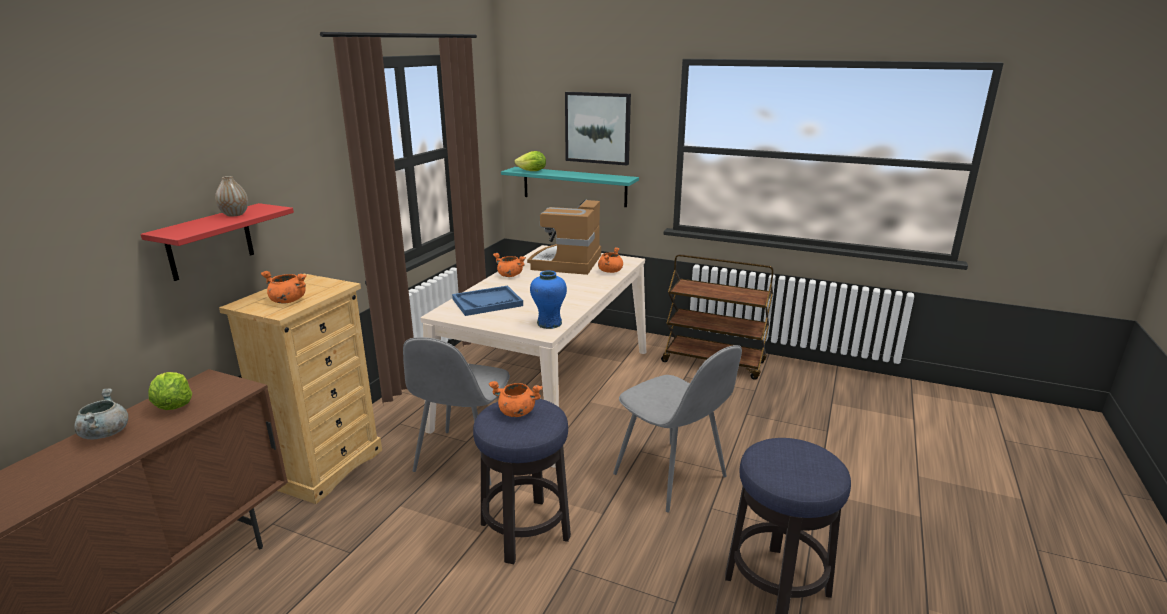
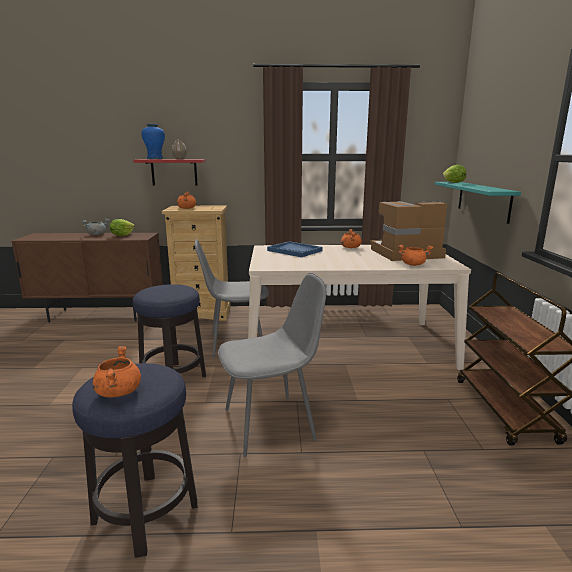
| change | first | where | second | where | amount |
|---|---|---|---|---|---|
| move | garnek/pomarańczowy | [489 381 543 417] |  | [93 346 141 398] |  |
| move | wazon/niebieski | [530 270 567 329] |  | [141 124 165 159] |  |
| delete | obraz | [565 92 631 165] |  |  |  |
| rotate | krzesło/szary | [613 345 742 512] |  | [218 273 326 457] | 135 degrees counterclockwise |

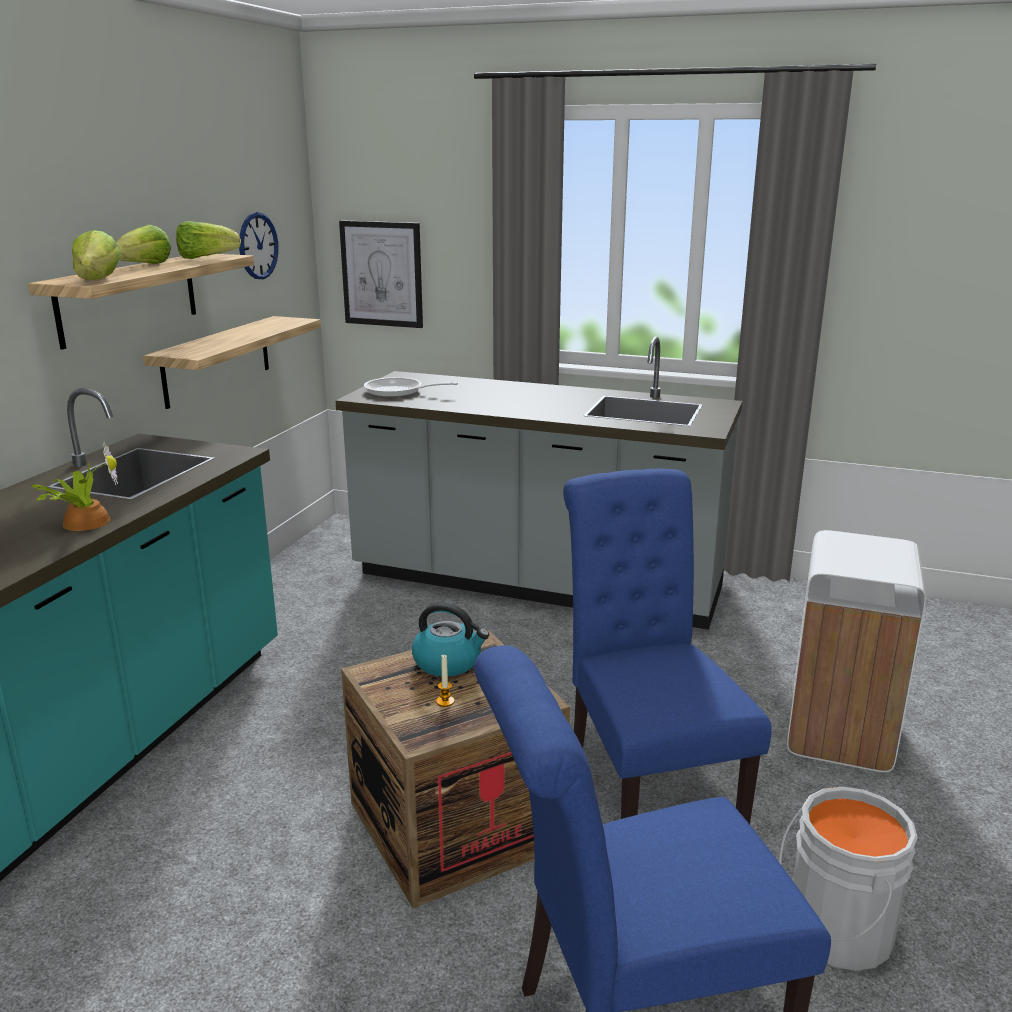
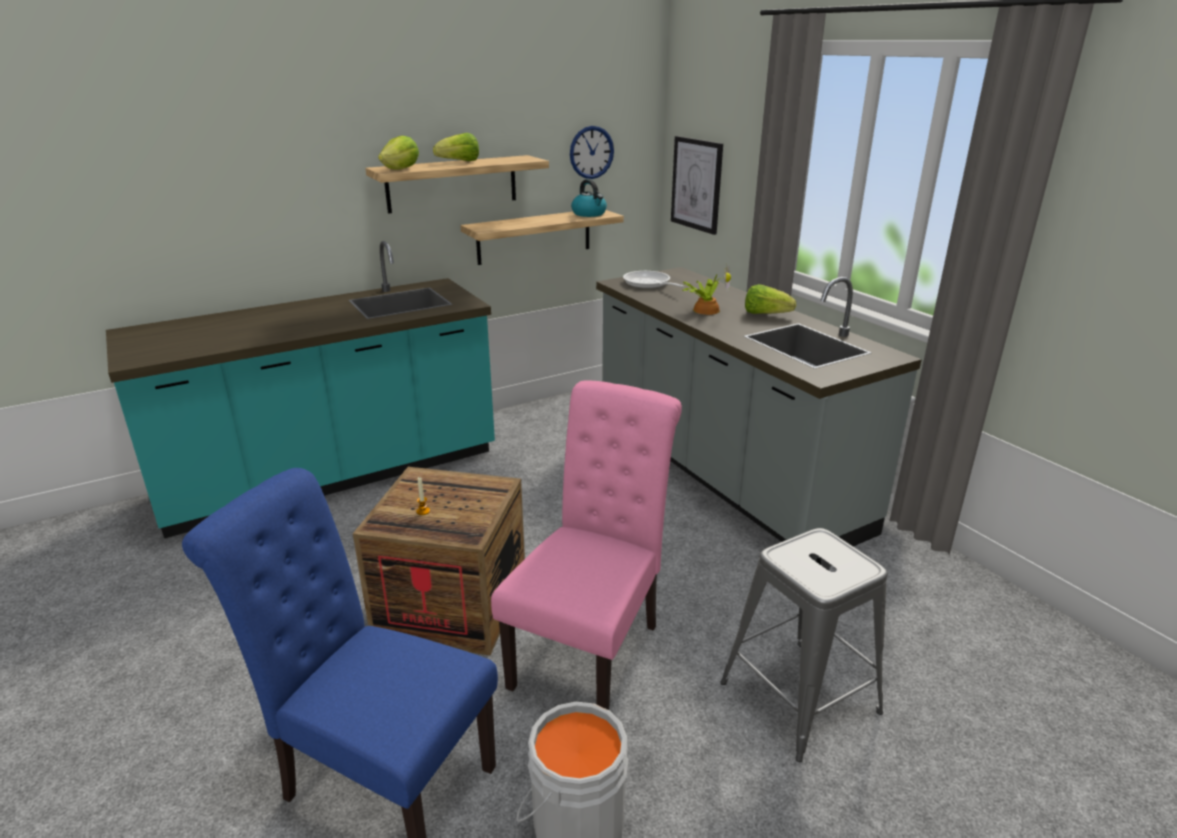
| change | first | where | second | where | amount |
|---|---|---|---|---|---|
| move | roślina doniczkowa | [32 441 118 531] |  | [682 263 731 315] |  |
| move | sałata | [176 221 241 259] |  | [745 284 796 314] |  |
| move | czajnik | [412 602 489 677] |  | [571 179 607 217] |  |
| recolor | krzesło/niebieski | [563 469 772 824] | krzesło/różowy | [491 380 682 710] |  |
| replace | kosz na śmieci/biały | [787 530 926 772] | stołek/szary | [720 528 887 762] |  |

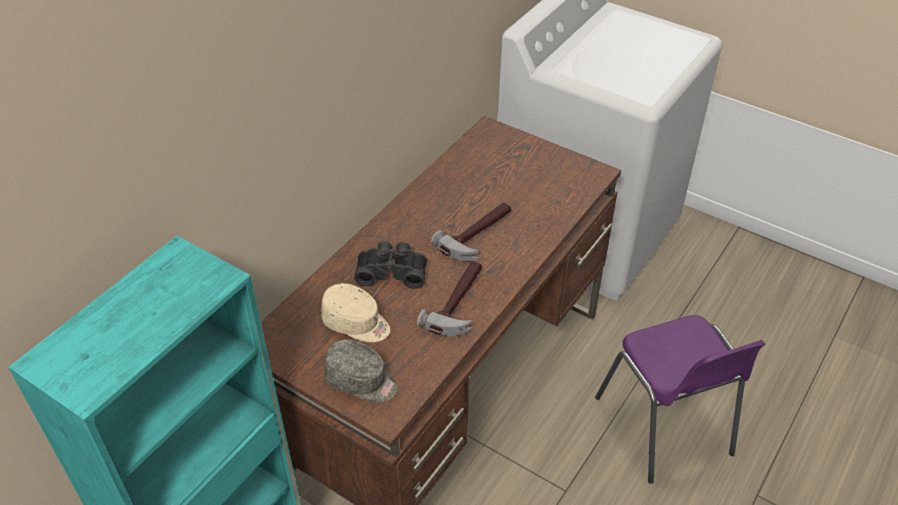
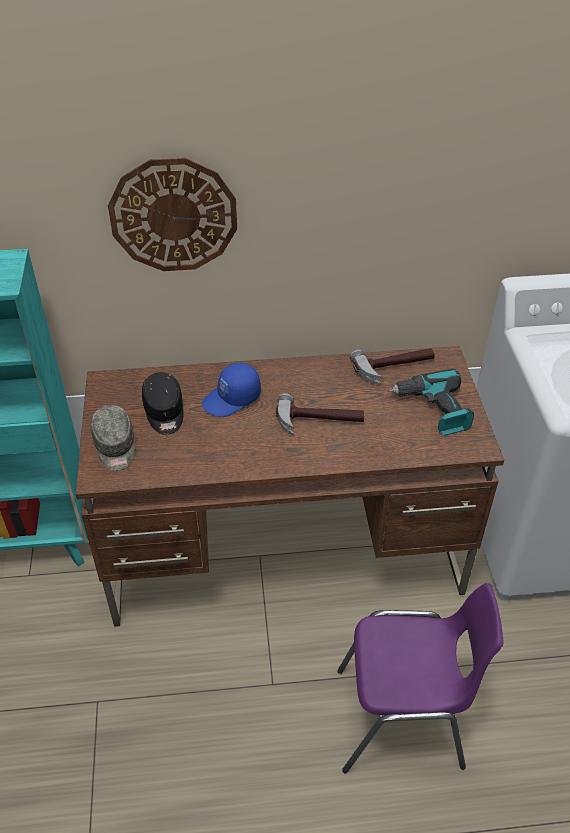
| change | first | where | second | where | amount |
|---|---|---|---|---|---|
| recolor | czapka z daszkiem/beżowy | [321 283 390 342] | czapka z daszkiem/czarny | [142 372 184 435] |  |
| replace | lornetka/czarny | [354 241 427 289] | czapka z daszkiem/niebieski | [202 363 261 417] |  |
| move | młotek | [417 261 482 336] |  | [350 348 435 385] |  |
| rotate | krzesło/fioletowy | [595 315 765 484] |  | [337 583 504 774] | 120 degrees counterclockwise |
| insert |  |  | zegar ścienny | [108 158 237 271] |  |
| insert |  |  | wiertarka | [389 369 474 436] |  |

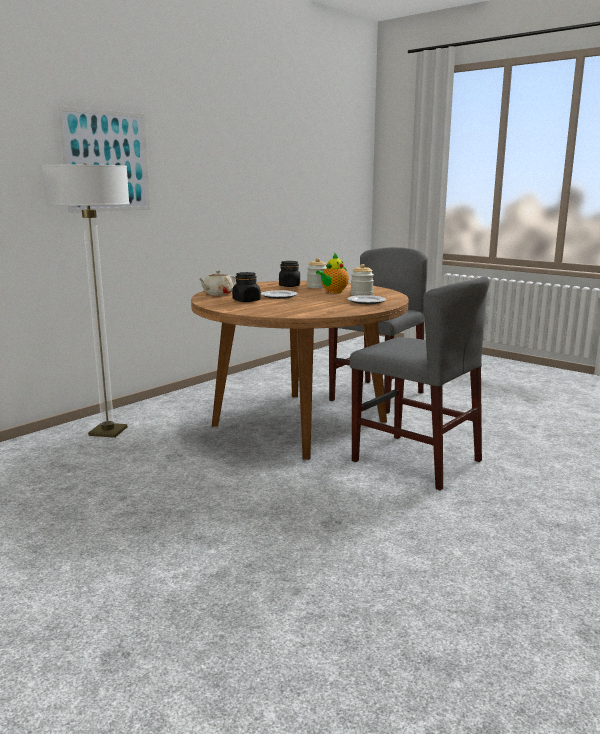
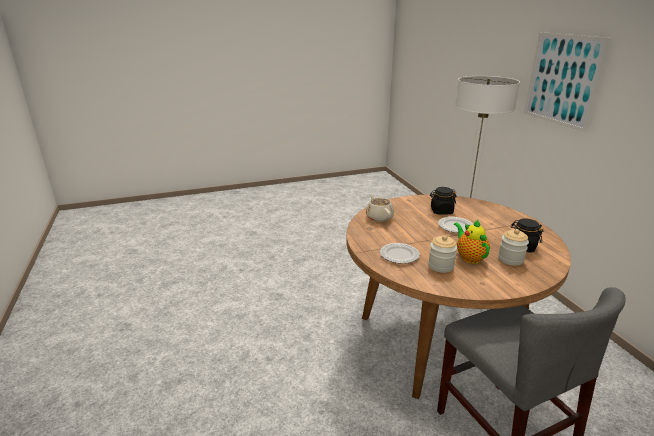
| change | first | where | second | where | amount |
|---|---|---|---|---|---|
| move | imbryk/beżowy | [198 270 235 295] |  | [366 193 394 222] |  |
| delete | krzesło/szary | [350 277 490 491] |  |  |  |

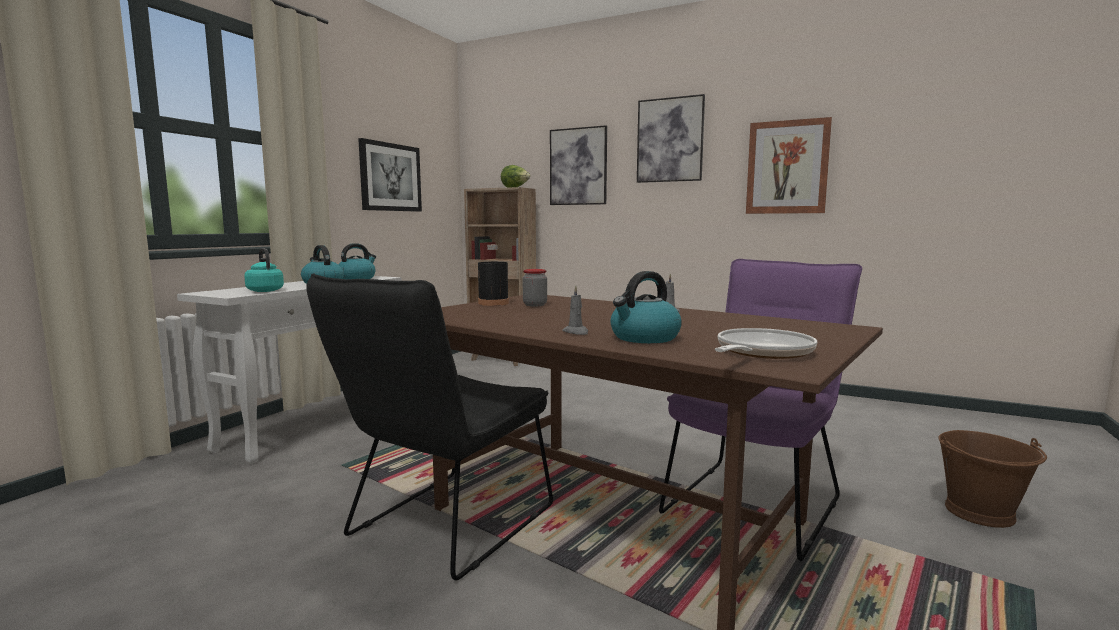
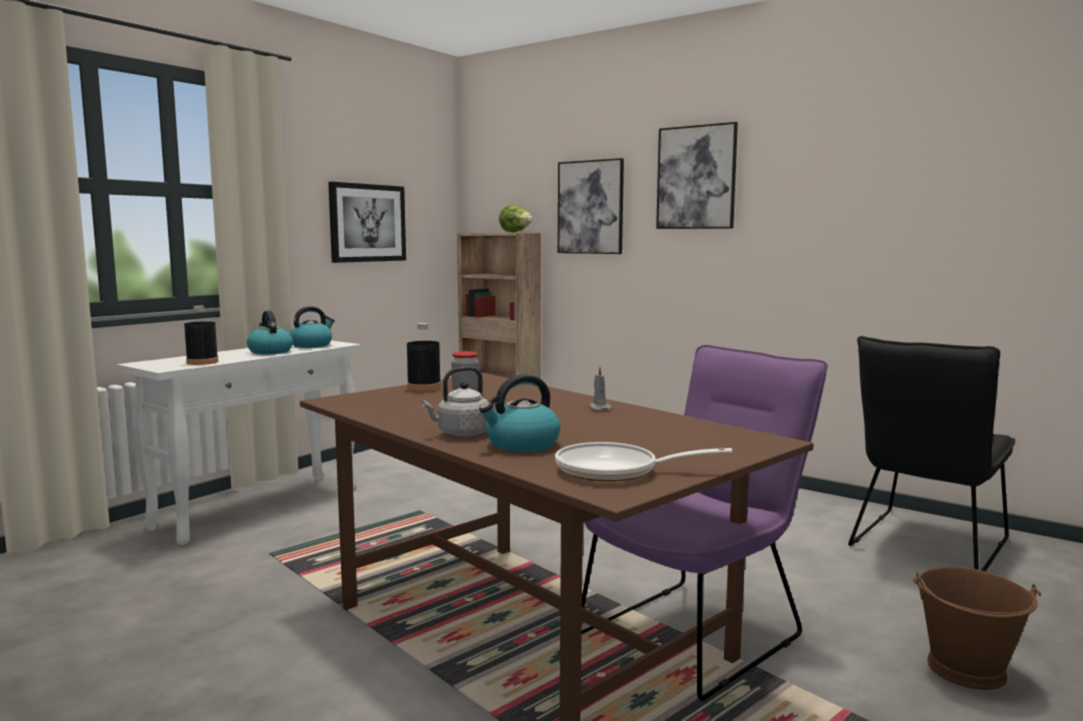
| change | first | where | second | where | amount |
|---|---|---|---|---|---|
| replace | czajnik/turkusowy | [244 248 284 292] | butelka/czarny | [184 306 219 365] |  |
| move | krzesło/czarny | [306 273 553 581] |  | [848 336 1015 572] |  |
| replace | świeca/szary | [562 286 588 335] | czajnik/szary | [421 367 488 437] |  |
| rotate | patelnia | [715 328 817 359] |  | [555 442 733 482] | 135 degrees counterclockwise |
| delete | obraz | [746 117 832 214] |  |  |  |

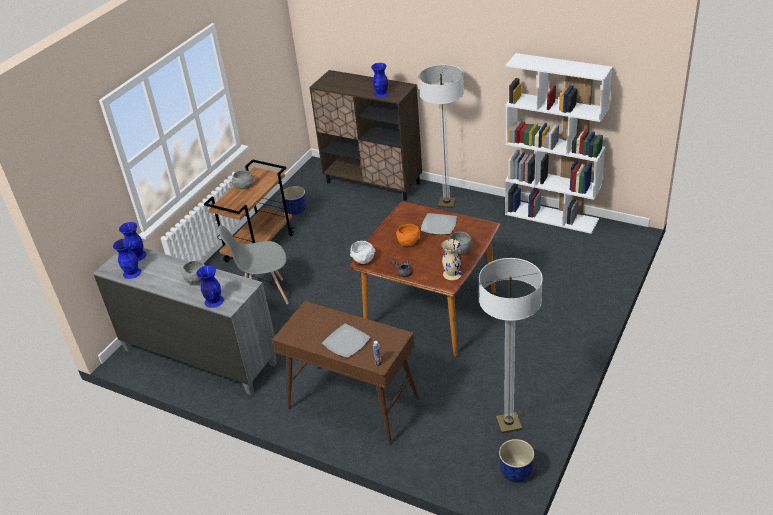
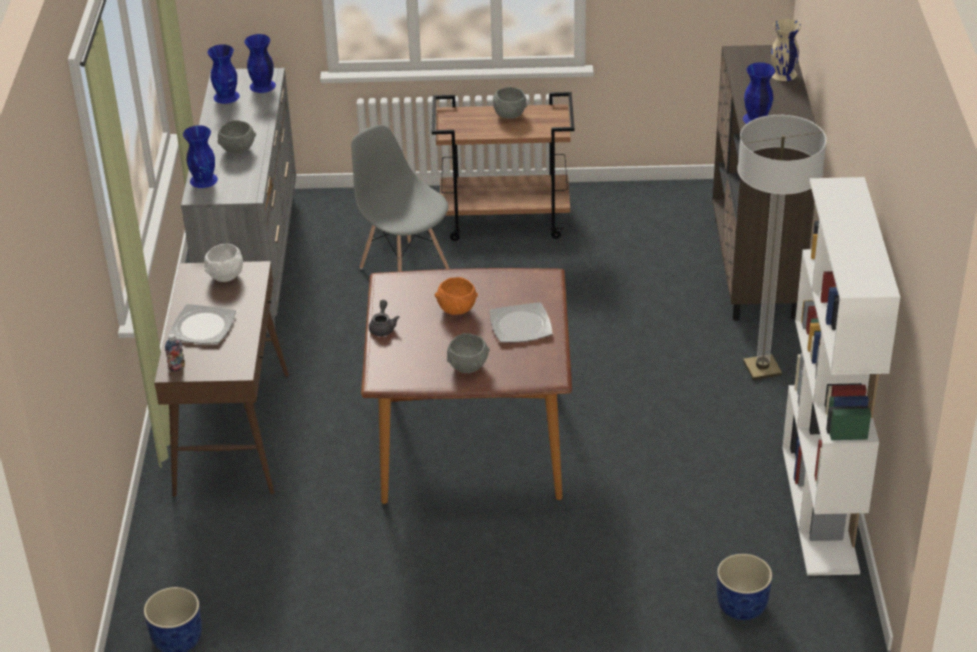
| change | first | where | second | where | amount |
|---|---|---|---|---|---|
| move | donica/niebieski | [281 186 306 215] |  | [717 554 772 620] |  |
| move | miska/biały | [350 241 375 264] |  | [204 243 243 282] |  |
| move | wazon/beżowy | [442 239 462 280] |  | [771 19 801 81] |  |
| delete | lampa stojąca | [479 258 543 433] |  |  |  |

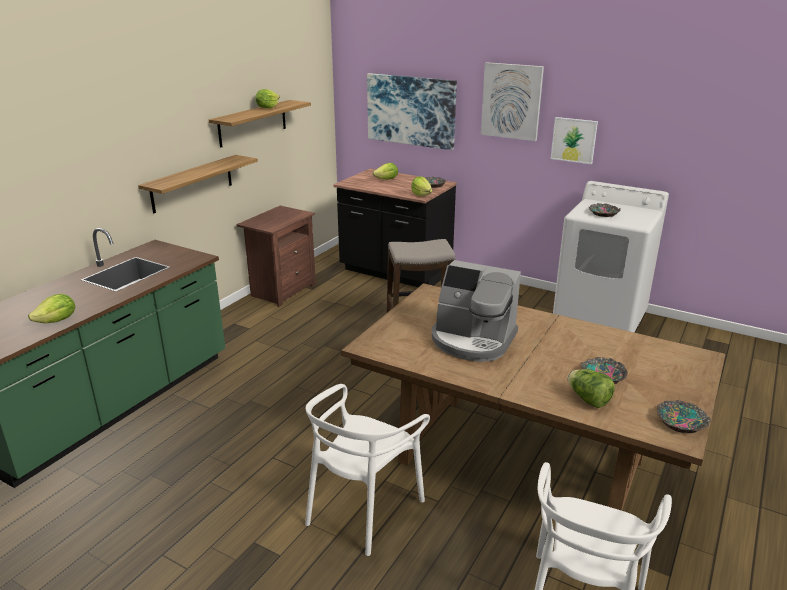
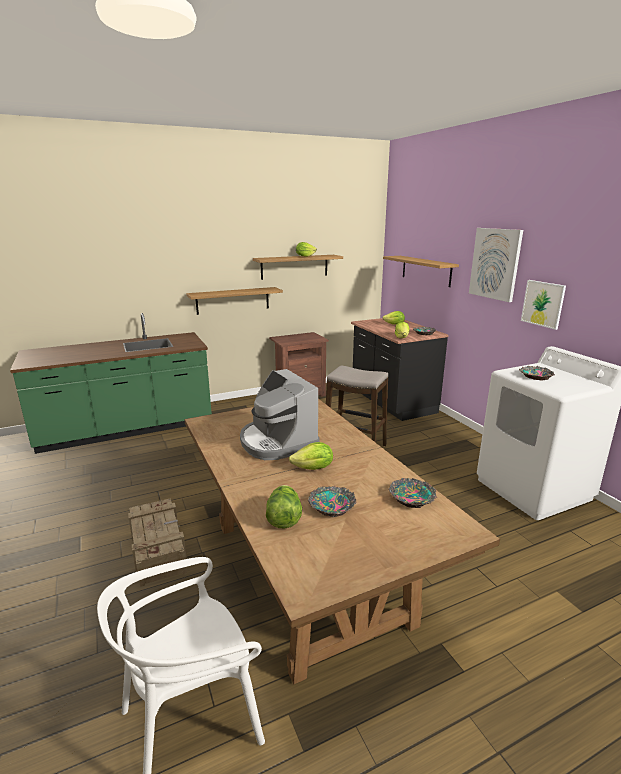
| change | first | where | second | where | amount |
|---|---|---|---|---|---|
| move | sałata | [28 294 75 323] |  | [289 442 333 470] |  |
| replace | krzesło/biały | [305 384 430 556] | skrzynka | [128 498 187 587] |  |
| replace | obraz | [367 73 457 150] | półka | [383 256 459 287] |  |
| move | miska | [657 400 711 433] |  | [389 478 437 508] |  |

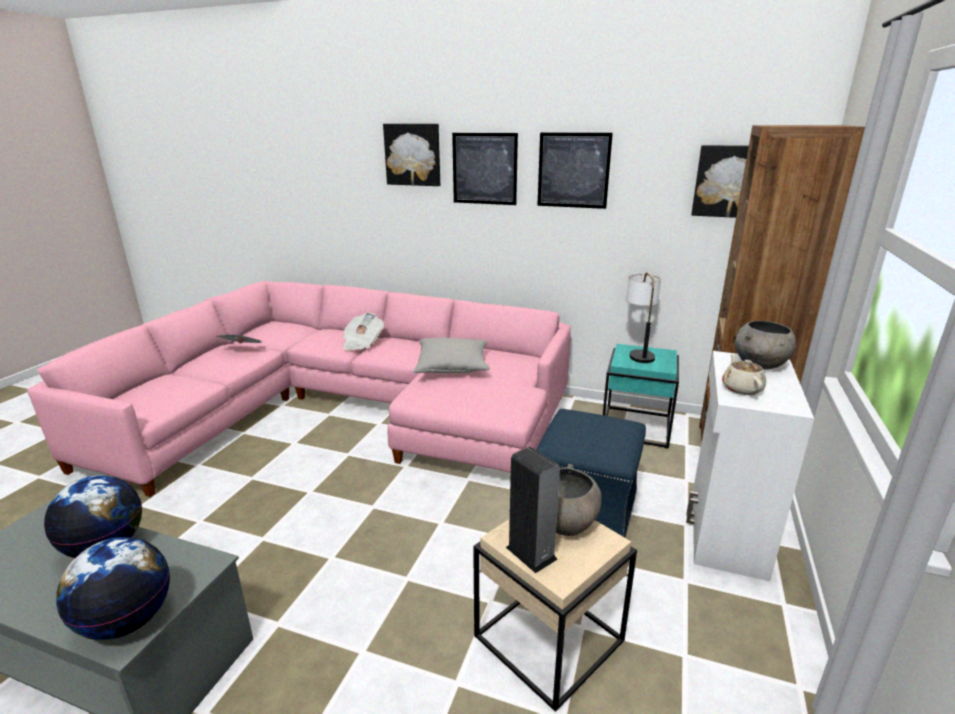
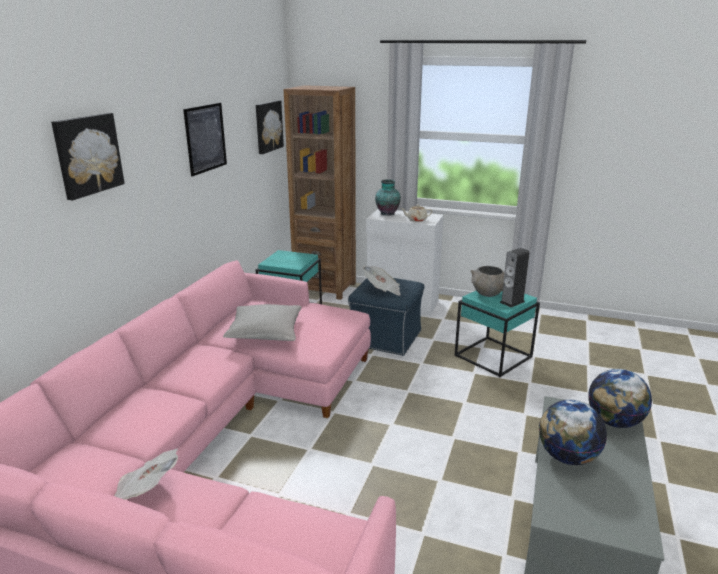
| change | first | where | second | where | amount |
|---|---|---|---|---|---|
| move | gazeta | [342 313 384 351] |  | [363 266 401 295] |  |
| delete | obraz | [452 133 518 205] |  |  |  |
| recolor | stolik/beżowy | [473 519 637 712] | stolik/turkusowy | [455 290 540 377] |  |
| delete | lampa stołowa | [626 272 661 363] |  |  |  |
| replace | miska/szary | [735 321 796 370] | wazon | [375 179 401 216] |  |

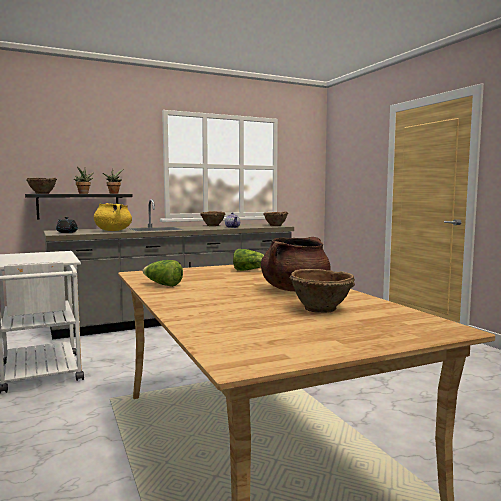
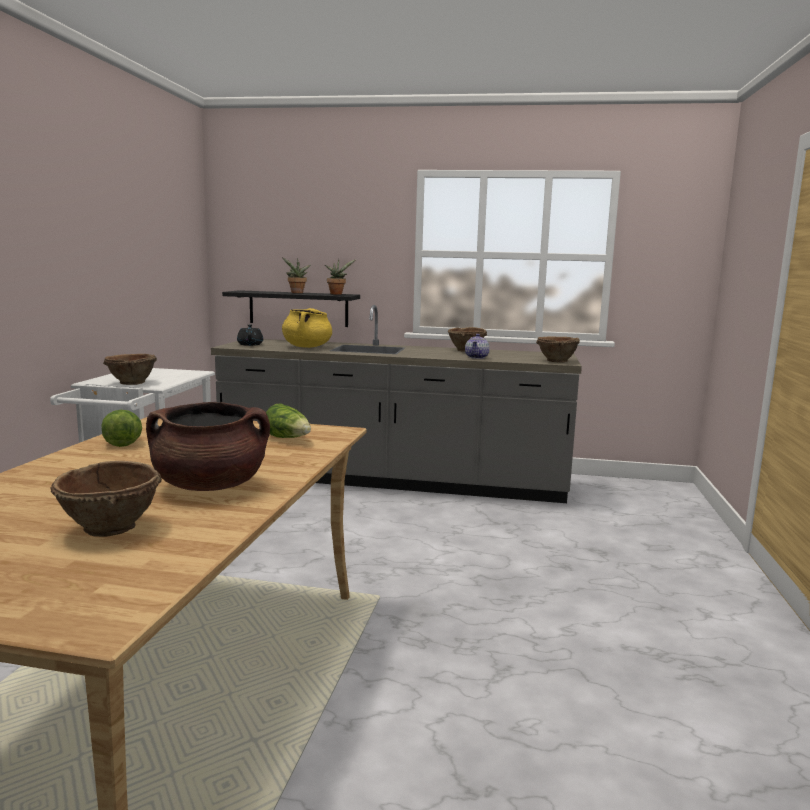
| change | first | where | second | where | amount |
|---|---|---|---|---|---|
| move | miska/brązowy | [26 178 57 194] |  | [103 354 157 385] |  |

